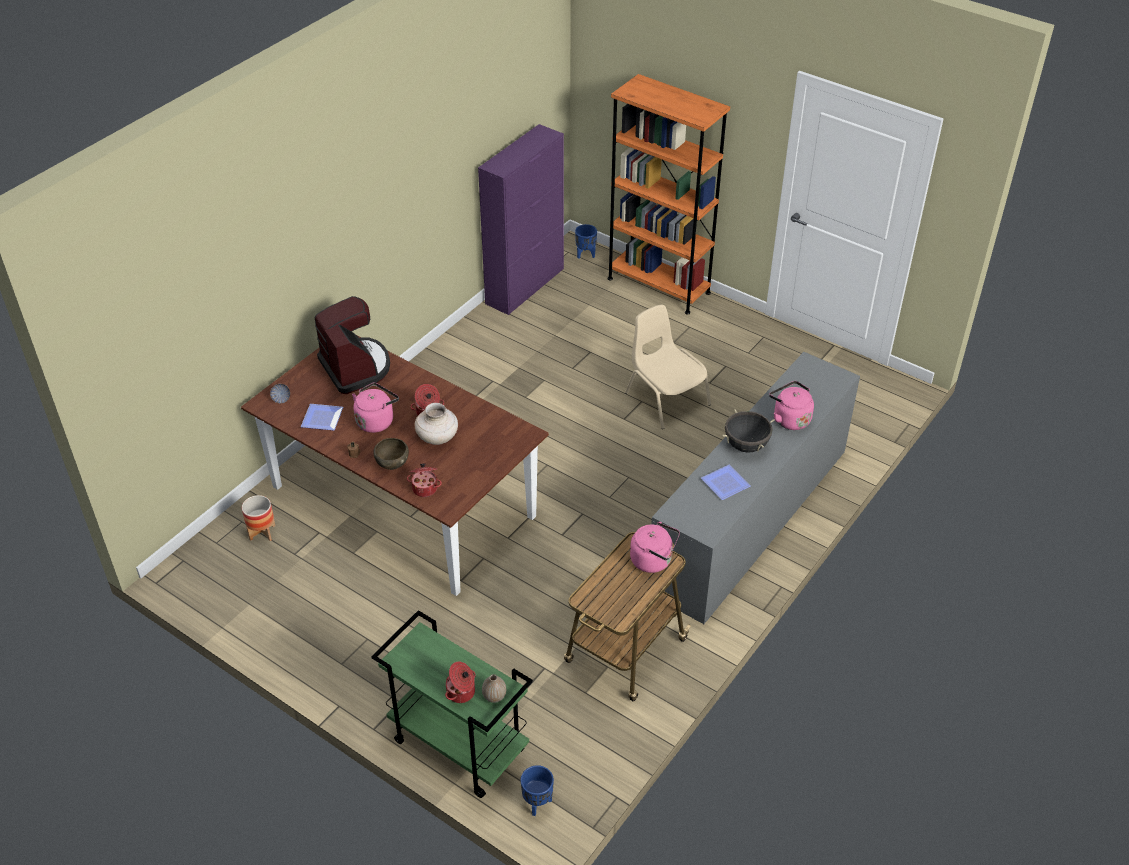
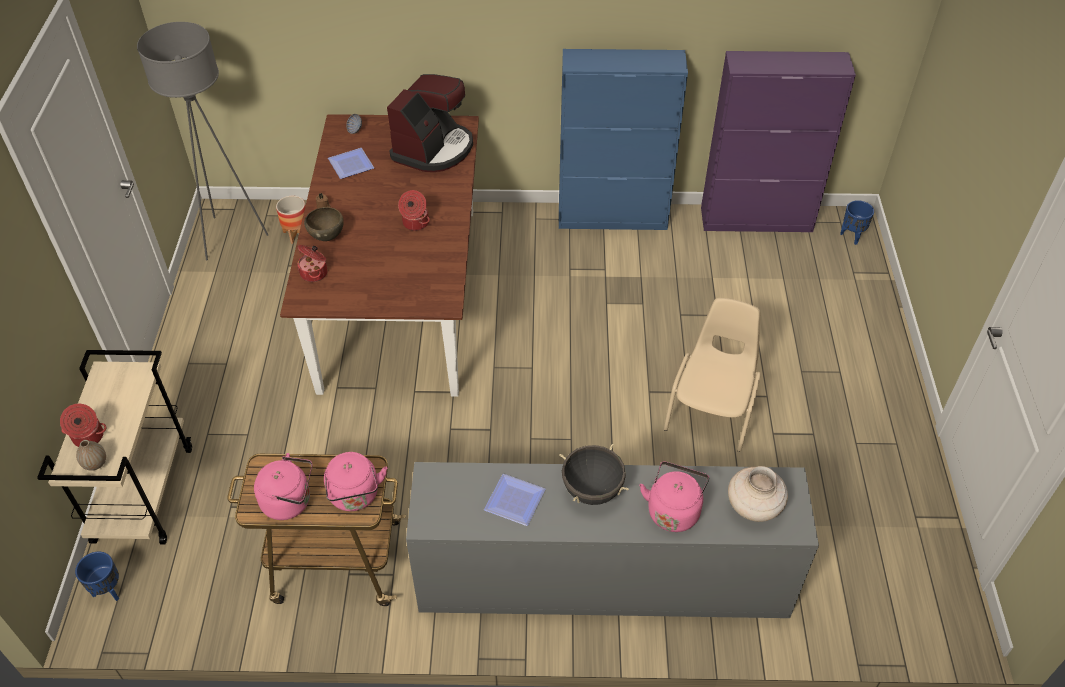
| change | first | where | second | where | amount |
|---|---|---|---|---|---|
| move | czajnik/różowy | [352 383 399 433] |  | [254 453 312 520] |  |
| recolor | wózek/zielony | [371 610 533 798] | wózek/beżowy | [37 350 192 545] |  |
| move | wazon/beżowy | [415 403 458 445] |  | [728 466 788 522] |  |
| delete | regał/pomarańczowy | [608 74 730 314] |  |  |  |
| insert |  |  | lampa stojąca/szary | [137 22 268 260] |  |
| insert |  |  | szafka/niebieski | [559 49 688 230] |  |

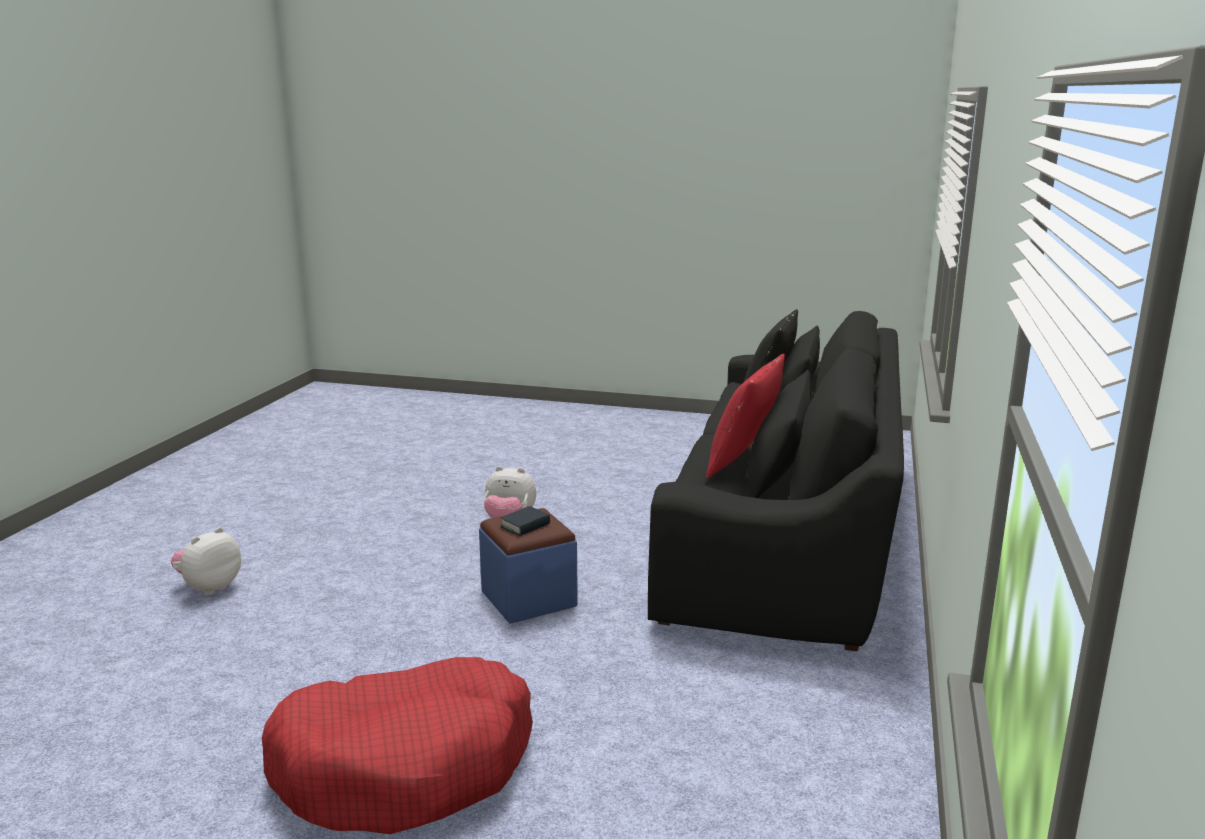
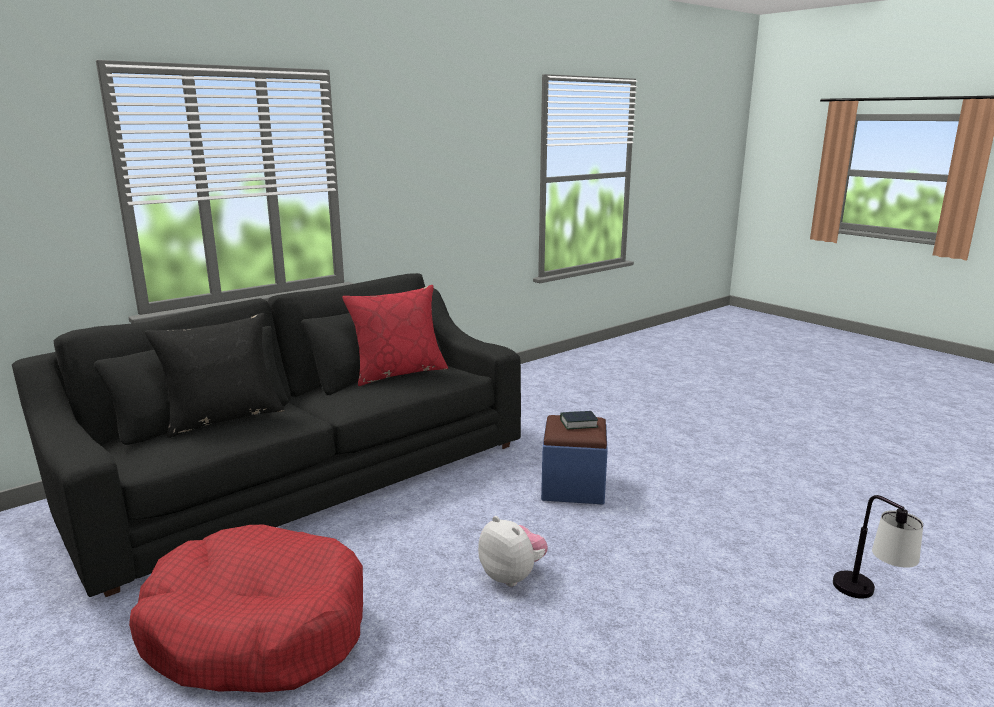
| change | first | where | second | where | amount |
|---|---|---|---|---|---|
| replace | pluszak | [171 527 241 596] | lampa stołowa | [833 495 923 599] |  |
| move | legowisko/czerwony | [261 657 533 834] |  | [129 525 363 693] |  |

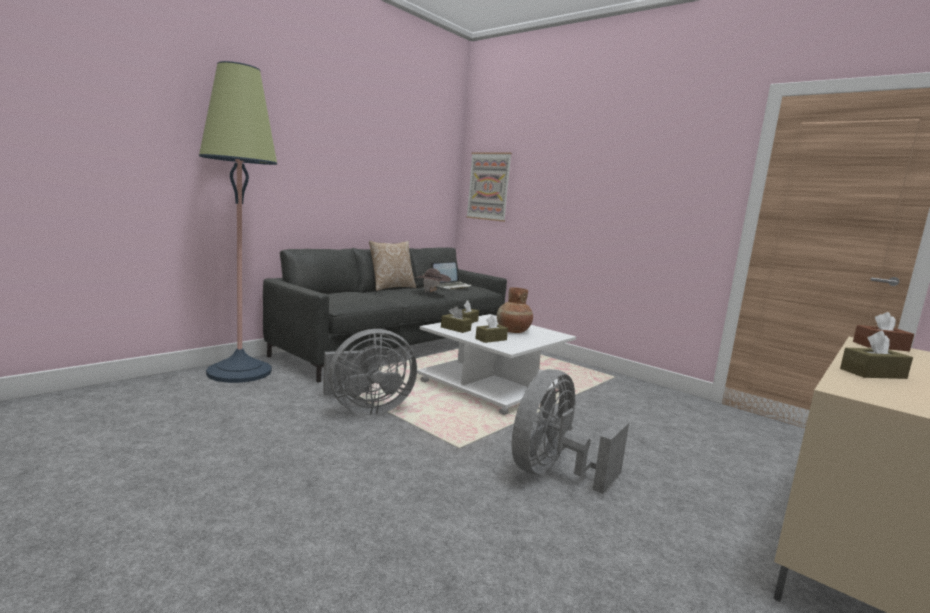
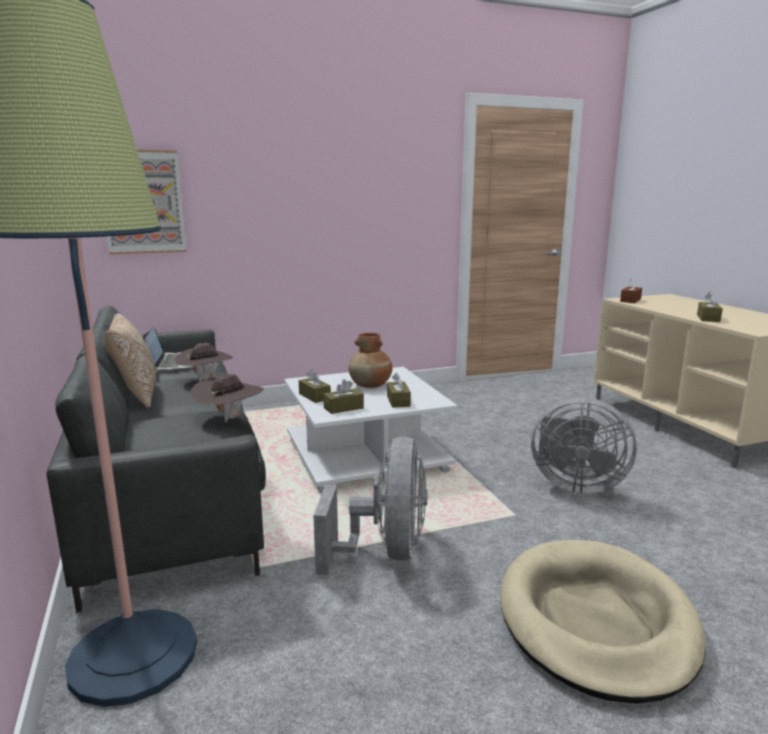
| change | first | where | second | where | amount |
|---|---|---|---|---|---|
| rotate | wentylator/szary | [512 369 629 494] |  | [531 397 637 494] | 45 degrees counterclockwise |
| insert |  |  | kapelusz/brązowy | [190 373 264 423] |  |
| insert |  |  | legowisko/beżowy | [500 540 706 704] |  |

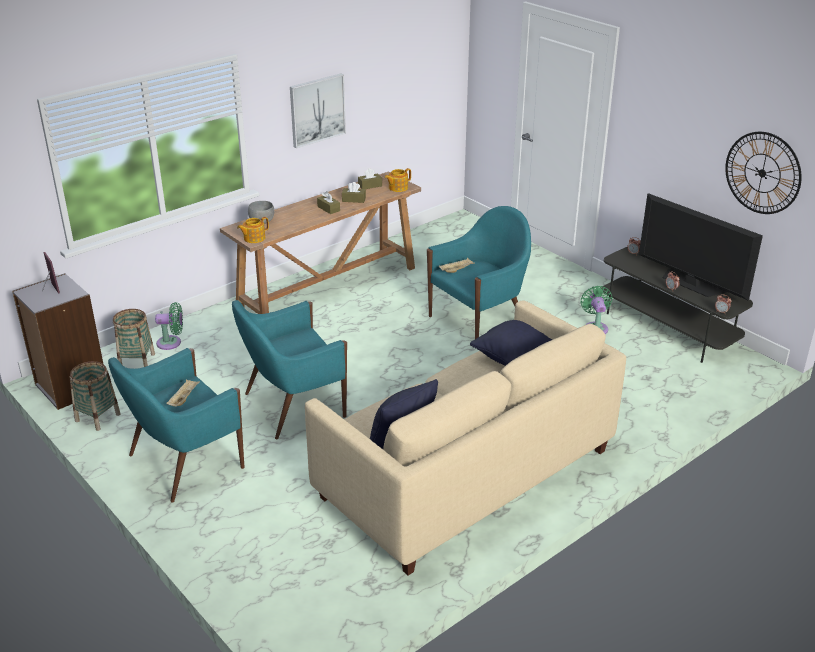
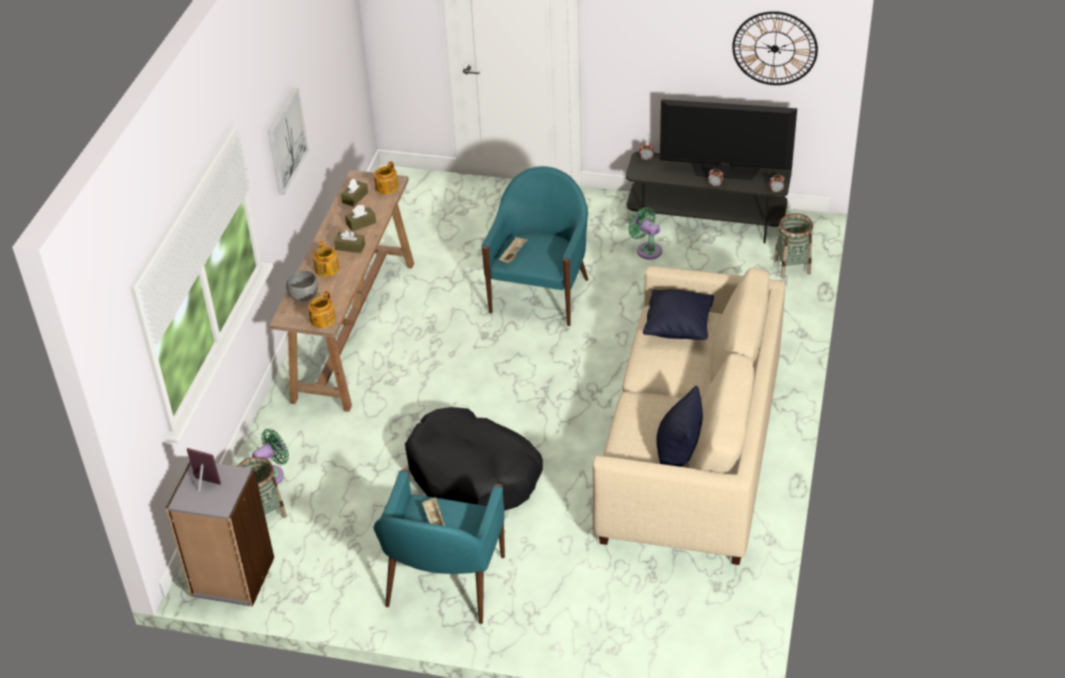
| change | first | where | second | where | amount |
|---|---|---|---|---|---|
| move | koszyk | [70 361 121 431] |  | [774 213 813 277] |  |
| replace | fotel/turkusowy | [232 300 347 440] | legowisko/czarny | [405 407 543 511] |  |
| insert |  |  | imbryk | [313 241 339 277] |  |

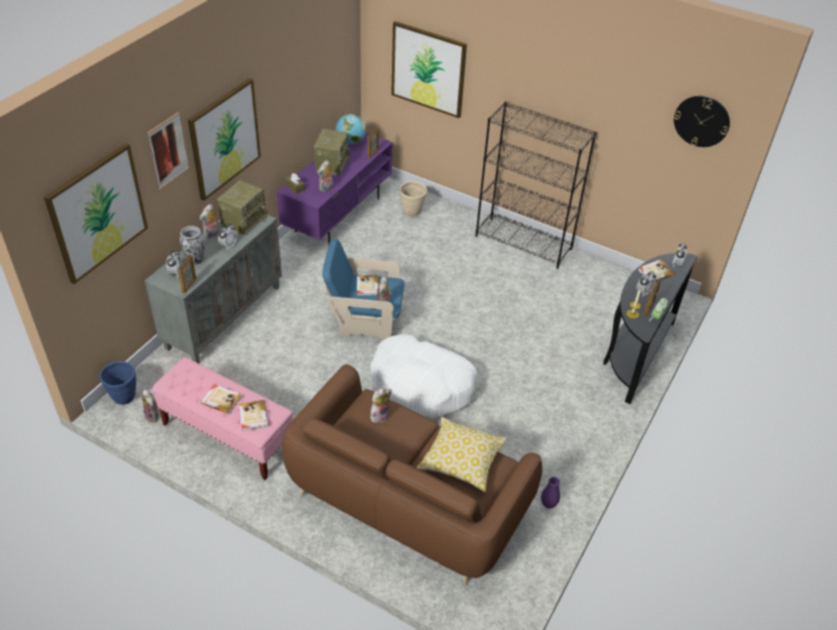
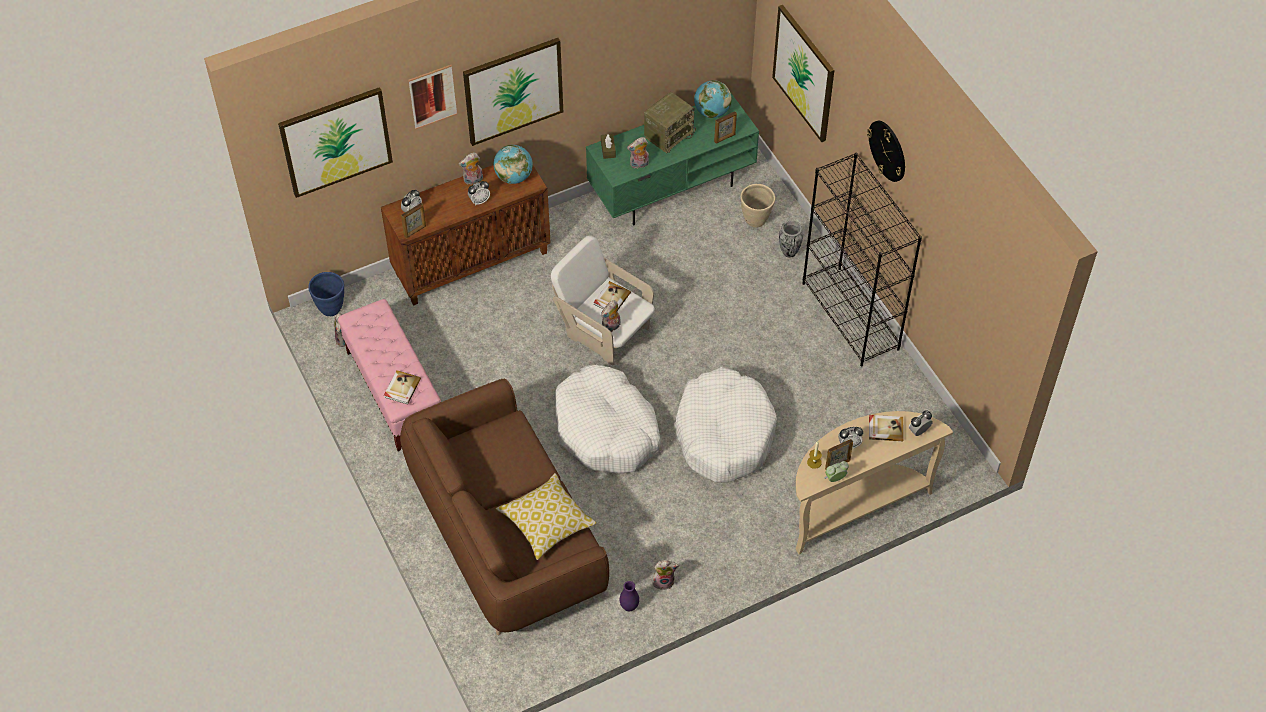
| change | first | where | second | where | amount |
|---|---|---|---|---|---|
| recolor | szafka/szary | [145 214 282 364] | szafka/brązowy | [381 165 551 306] |  |
| move | wazon | [180 226 205 265] |  | [779 221 803 258] |  |
| delete | książka | [201 384 242 414] |  |  |  |
| replace | radio | [217 180 268 236] | globus | [494 145 533 184] |  |
| recolor | szafka pod telewizor/fioletowy | [276 132 393 246] | szafka pod telewizor/zielony | [586 92 759 225] |  |
| recolor | fotel/niebieski | [322 239 404 340] | fotel/biały | [551 236 655 365] |  |
| move | pluszak | [370 388 392 423] |  | [653 560 679 590] |  |
| recolor | stolik konsolowy/czarny | [603 253 698 404] | stolik konsolowy/beżowy | [796 411 953 554] |  |
| move | zegar ścienny | [674 96 730 147] |  | [867 121 905 182] |  |
| insert |  |  | legowisko/biały | [674 367 777 482] |  |

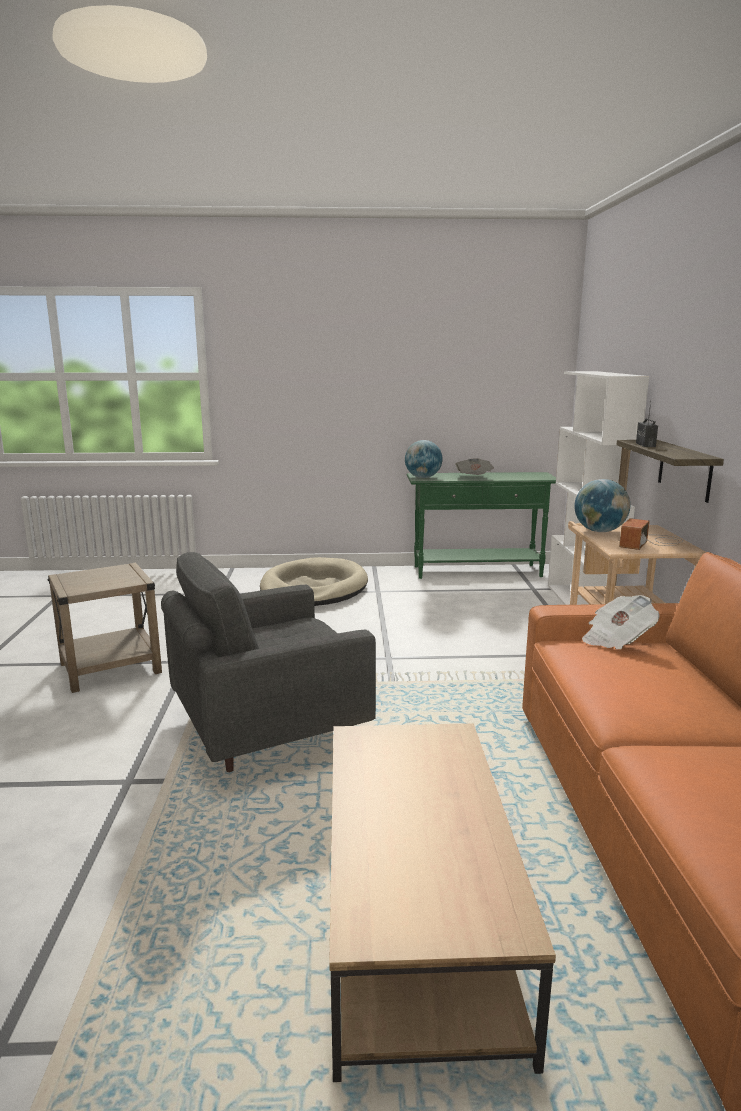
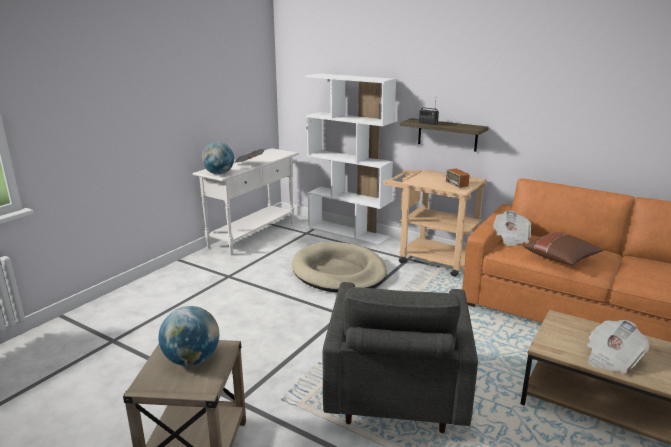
| change | first | where | second | where | amount |
|---|---|---|---|---|---|
| move | legowisko/beżowy | [260 557 368 606] |  | [292 241 387 292] |  |
| recolor | stolik konsolowy/zielony | [407 472 556 579] | stolik konsolowy/biały | [193 148 299 255] |  |
| move | globus | [574 479 630 532] |  | [159 306 219 366] |  |
| insert |  |  | poduszka/brązowy | [523 232 603 265] |  |
| insert |  |  | gazeta | [587 320 649 373] |  |

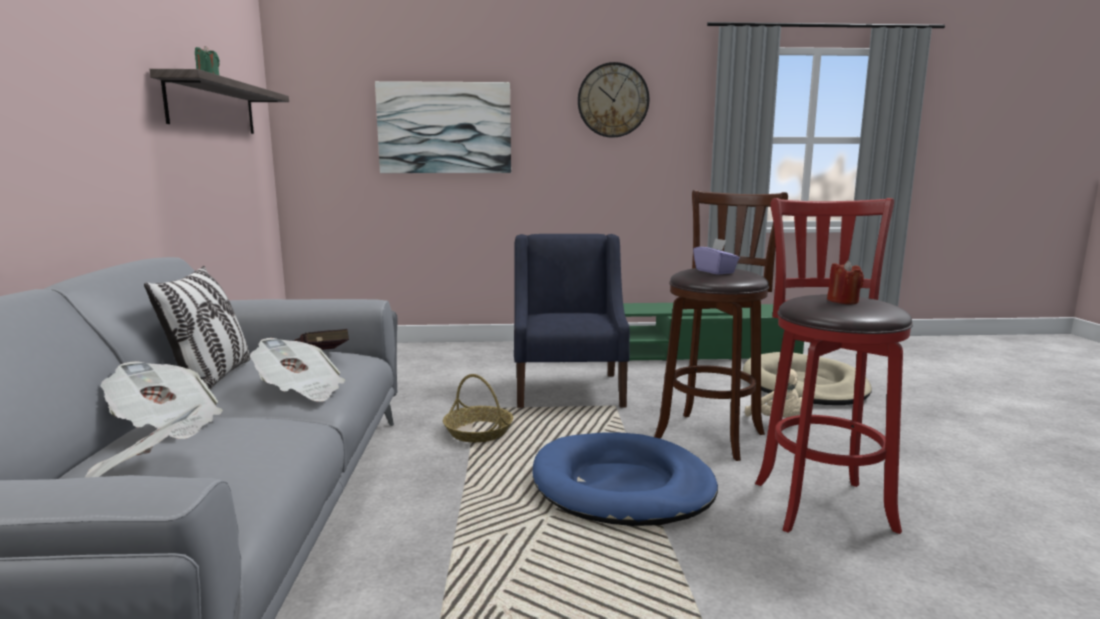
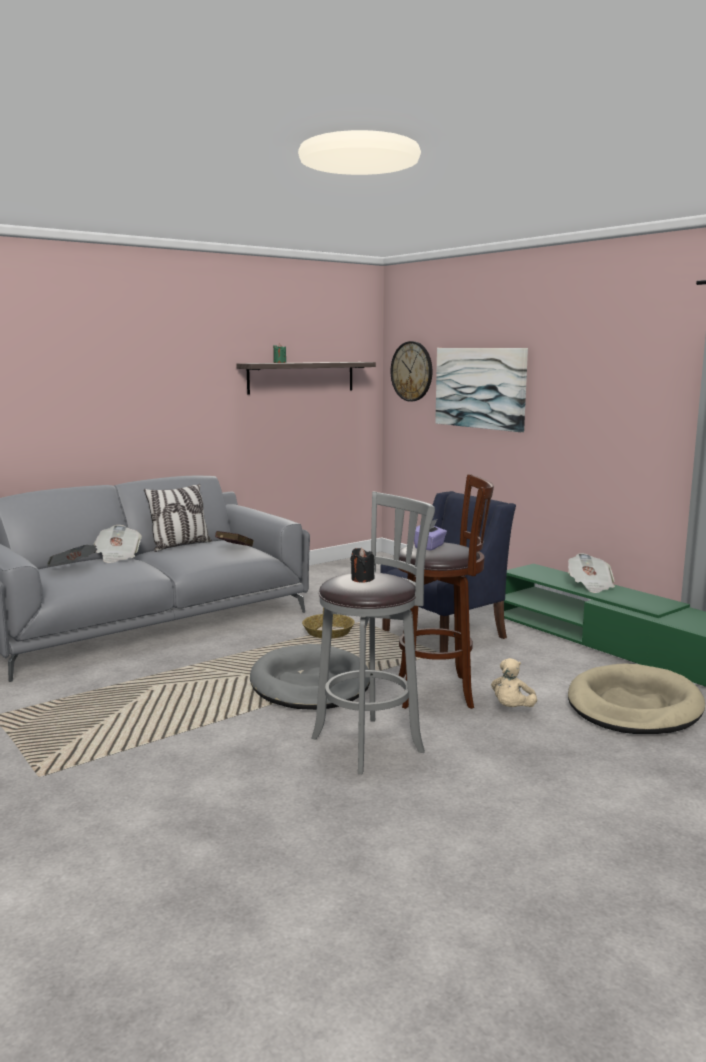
| change | first | where | second | where | amount |
|---|---|---|---|---|---|
| move | gazeta | [250 338 345 402] |  | [568 553 615 593] |  |
| recolor | legowisko/niebieski | [533 433 718 526] | legowisko/szary | [250 644 370 710] |  |
| move | zegar ścienny | [578 62 649 138] |  | [391 341 432 401] |  |
| recolor | stołek/czerwony | [755 198 913 534] | stołek/szary | [311 492 435 774] |  |
| recolor | świeca/czerwony | [827 260 864 304] | świeca/czarny | [351 548 375 583] |  |

